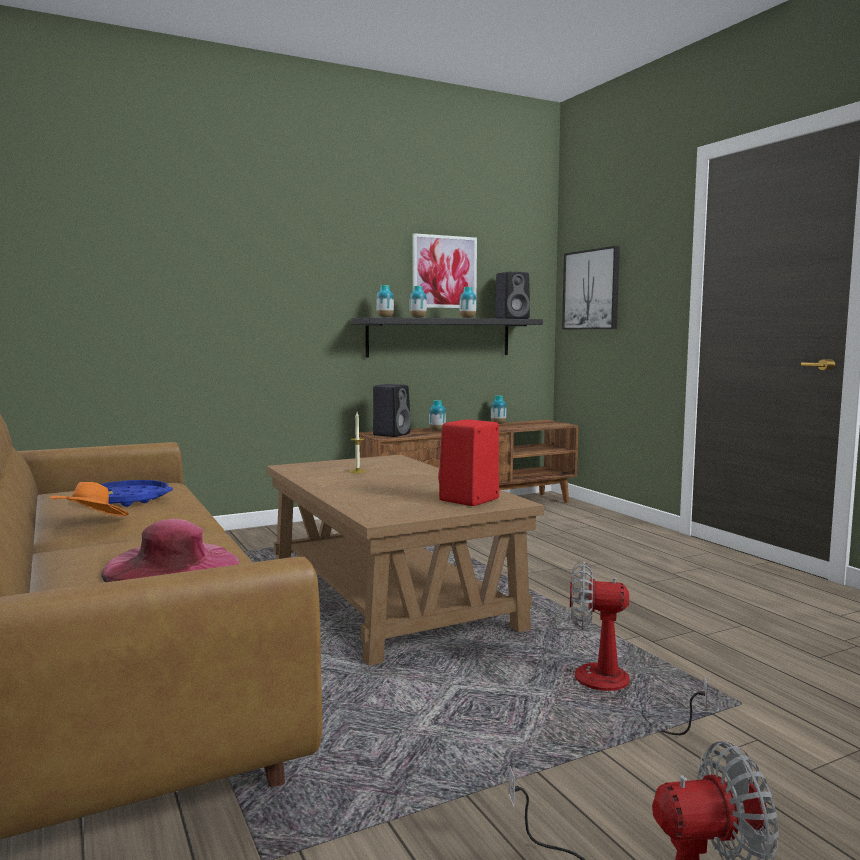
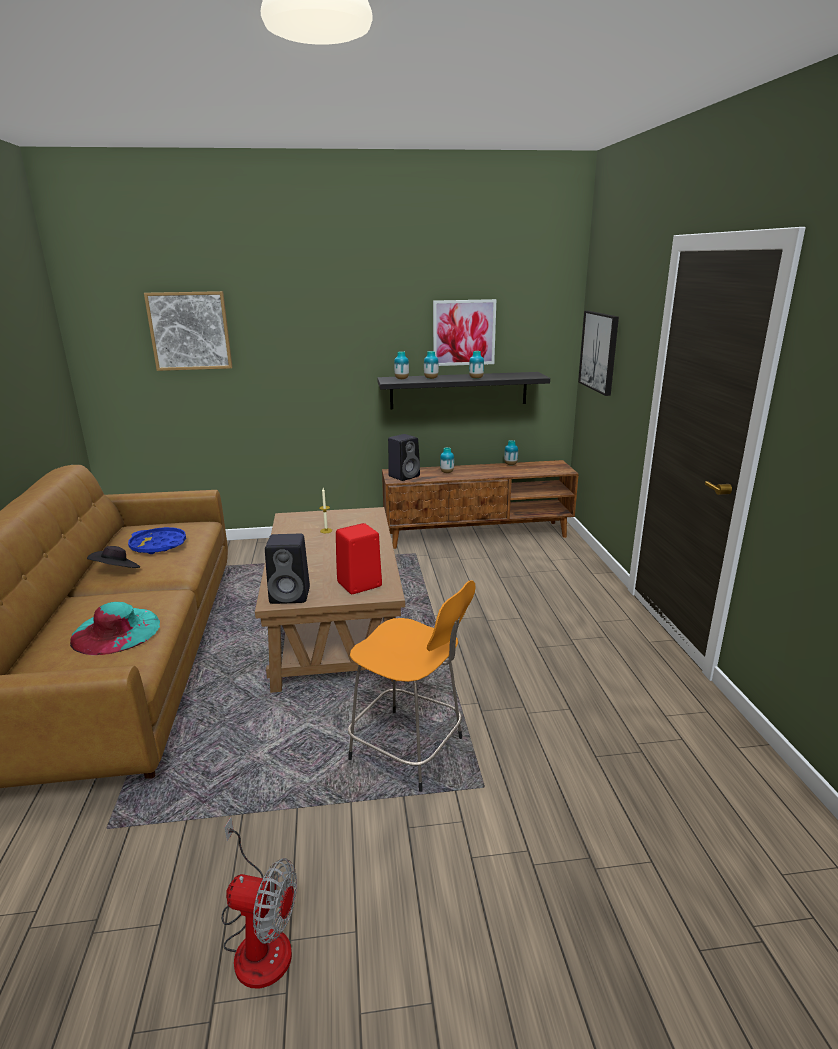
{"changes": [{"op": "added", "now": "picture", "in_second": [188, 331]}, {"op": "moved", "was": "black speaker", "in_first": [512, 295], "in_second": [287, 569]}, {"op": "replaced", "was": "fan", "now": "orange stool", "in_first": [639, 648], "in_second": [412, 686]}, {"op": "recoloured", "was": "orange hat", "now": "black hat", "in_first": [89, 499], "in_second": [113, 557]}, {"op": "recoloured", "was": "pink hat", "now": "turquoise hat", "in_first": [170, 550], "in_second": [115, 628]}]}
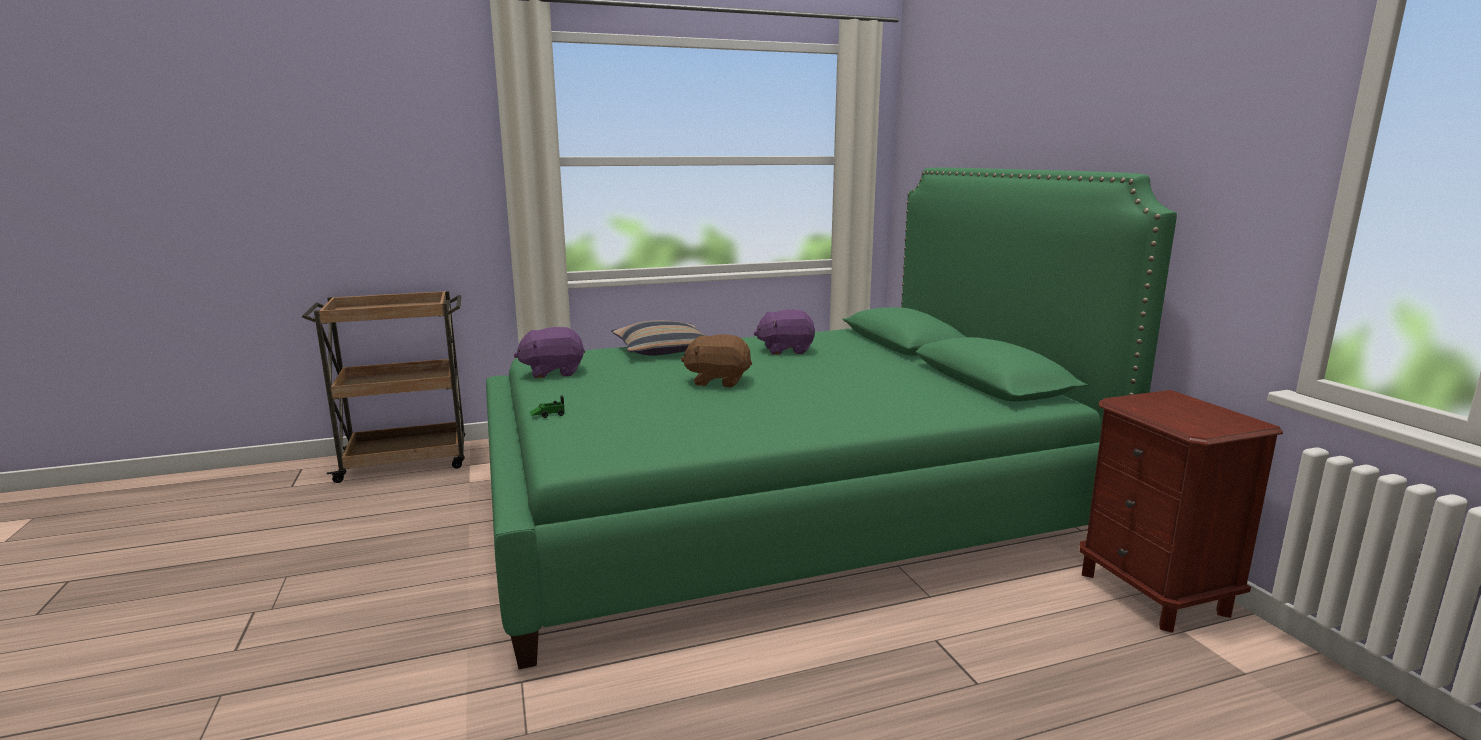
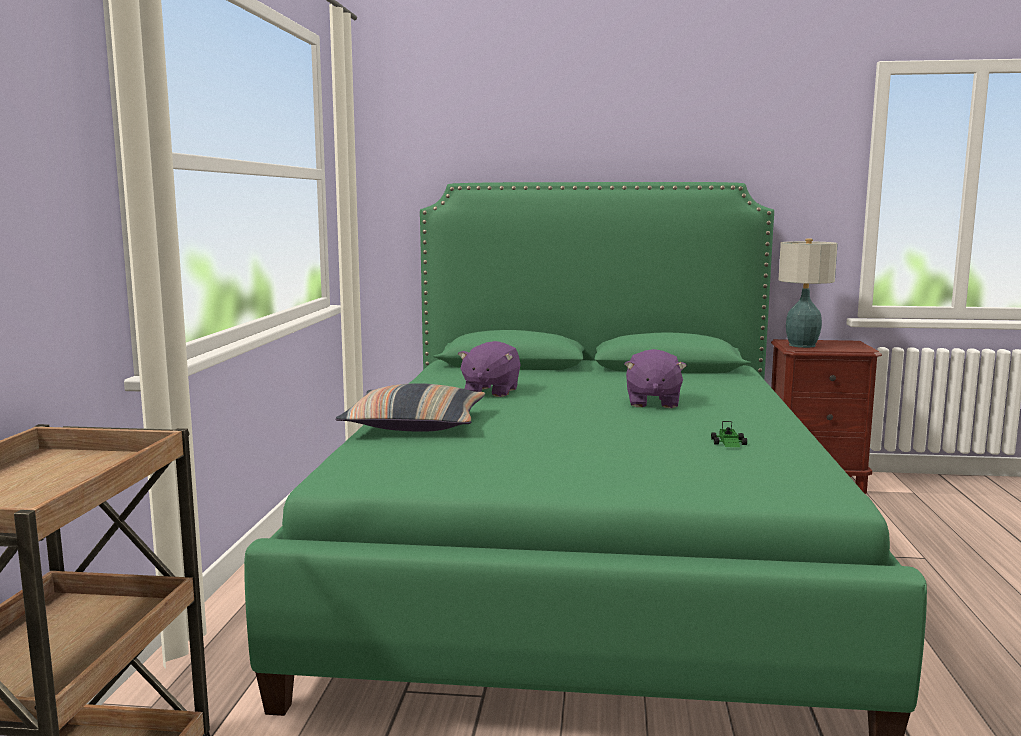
{"changes": [{"op": "removed", "was": "brown plush toy", "in_first": [716, 361]}, {"op": "added", "now": "table lamp", "in_second": [808, 293]}, {"op": "moved", "was": "purple plush toy", "in_first": [549, 353], "in_second": [655, 378]}, {"op": "moved", "was": "toy car", "in_first": [547, 406], "in_second": [729, 434]}]}
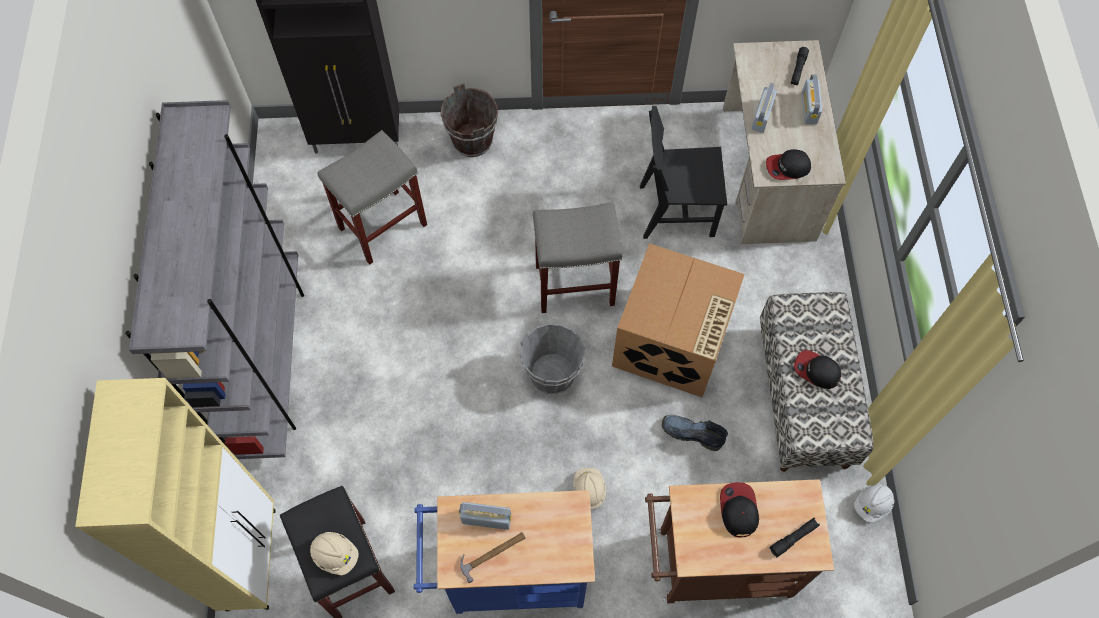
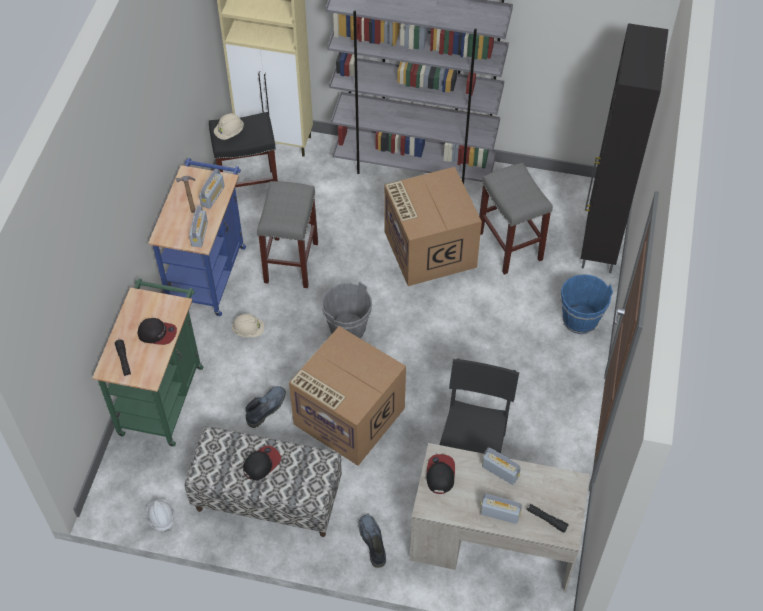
{"changes": [{"op": "added", "now": "radio", "in_second": [198, 226]}, {"op": "added", "now": "boot", "in_second": [372, 541]}, {"op": "added", "now": "cardboard box", "in_second": [433, 226]}, {"op": "moved", "was": "grey stool", "in_first": [577, 258], "in_second": [287, 234]}, {"op": "recoloured", "was": "brown bucket", "now": "blue bucket", "in_first": [469, 120], "in_second": [586, 304]}, {"op": "recoloured", "was": "brown cart", "now": "green cart", "in_first": [739, 541], "in_second": [147, 362]}]}
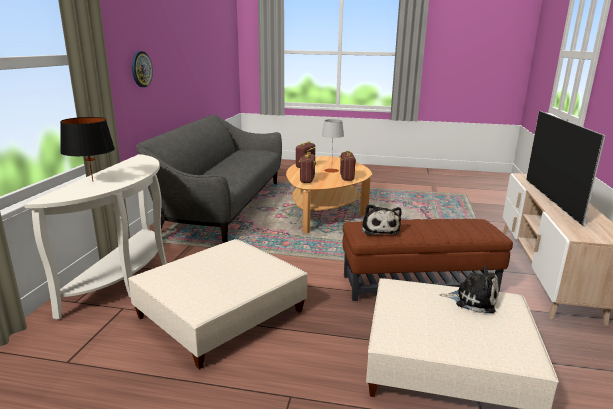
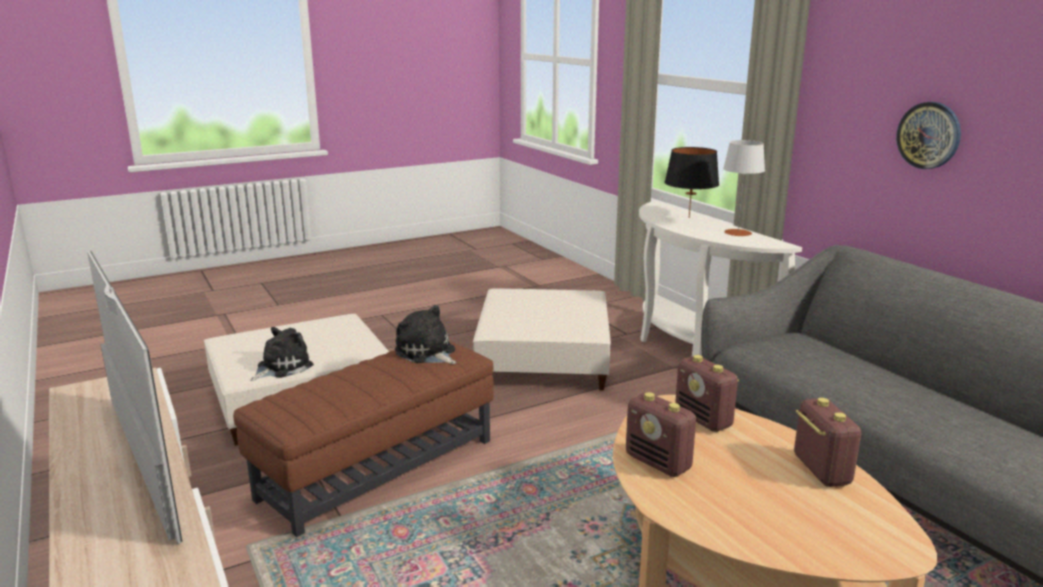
{"changes": [{"op": "moved", "was": "grey table lamp", "in_first": [333, 146], "in_second": [744, 188]}, {"op": "turned", "was": "plush toy", "in_first": [469, 289], "in_second": [282, 354], "clockwise": 150}]}
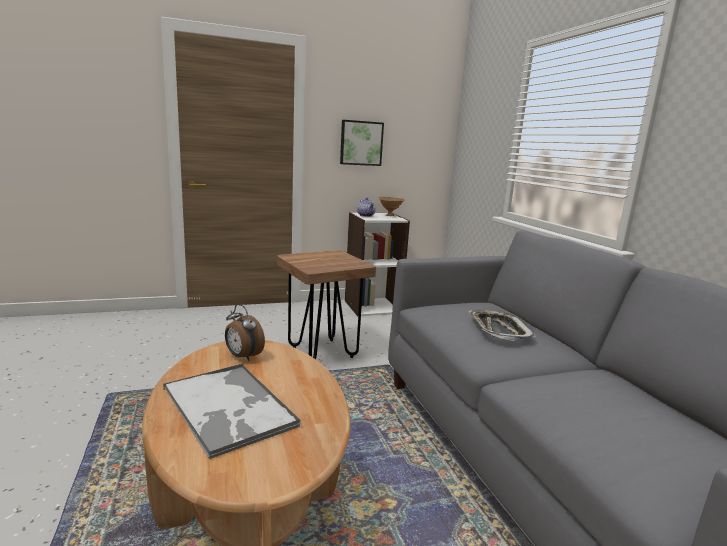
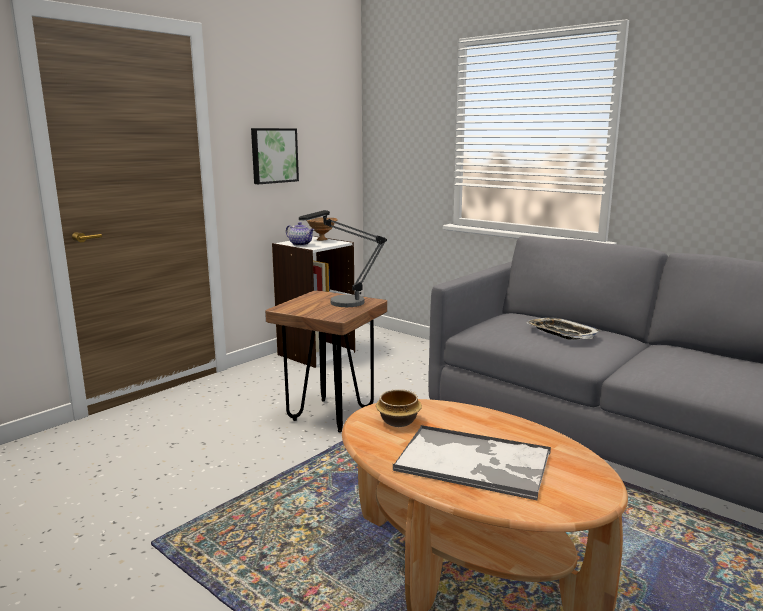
{"changes": [{"op": "added", "now": "table lamp", "in_second": [343, 258]}, {"op": "replaced", "was": "alarm clock", "now": "bowl", "in_first": [245, 332], "in_second": [399, 408]}]}
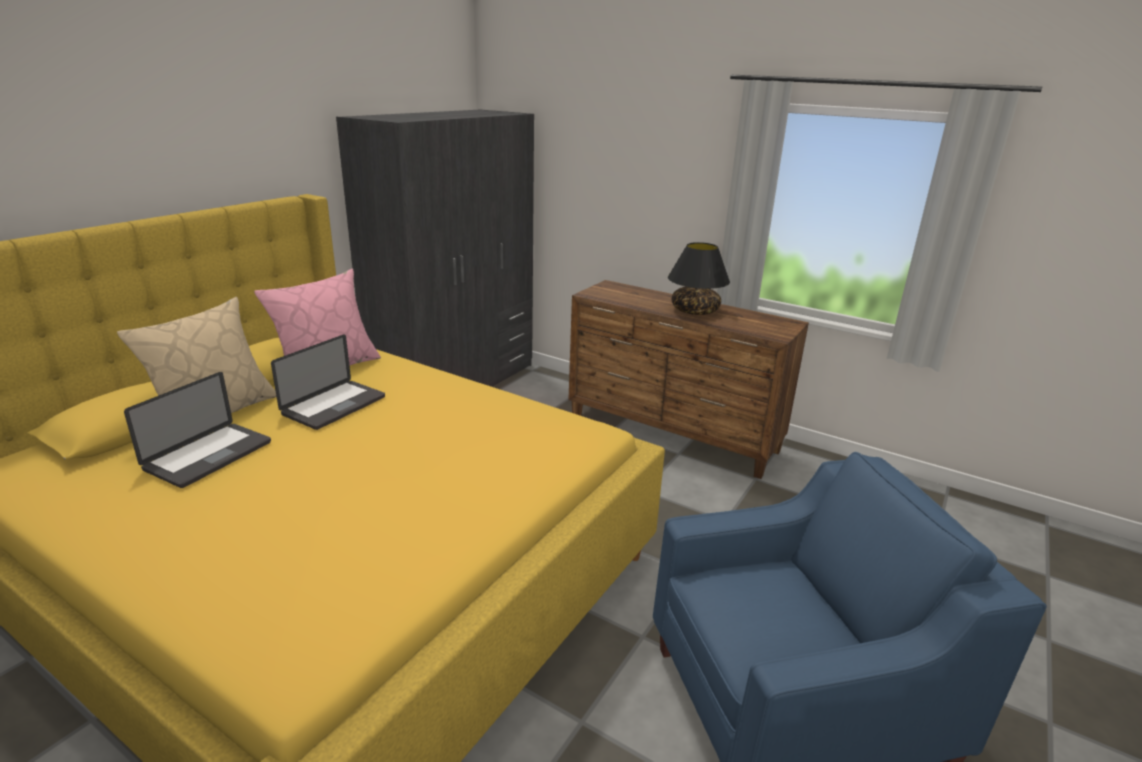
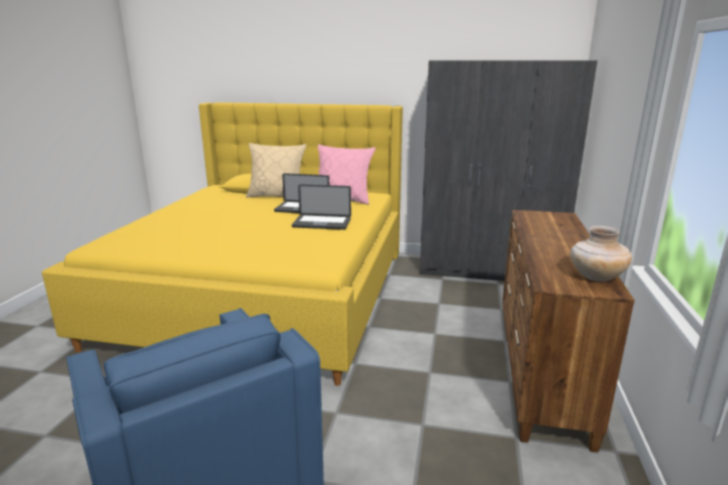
{"changes": [{"op": "removed", "was": "black table lamp", "in_first": [699, 278]}, {"op": "added", "now": "beige vase", "in_second": [601, 253]}, {"op": "moved", "was": "laptop", "in_first": [197, 430], "in_second": [321, 207]}]}
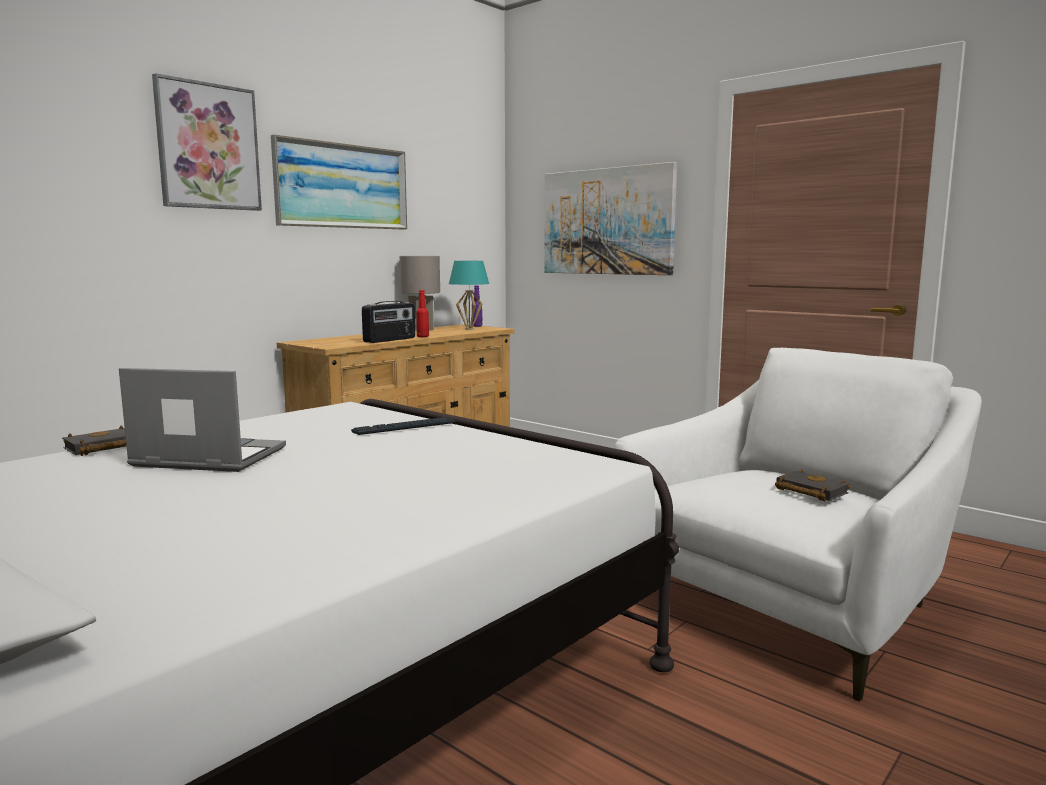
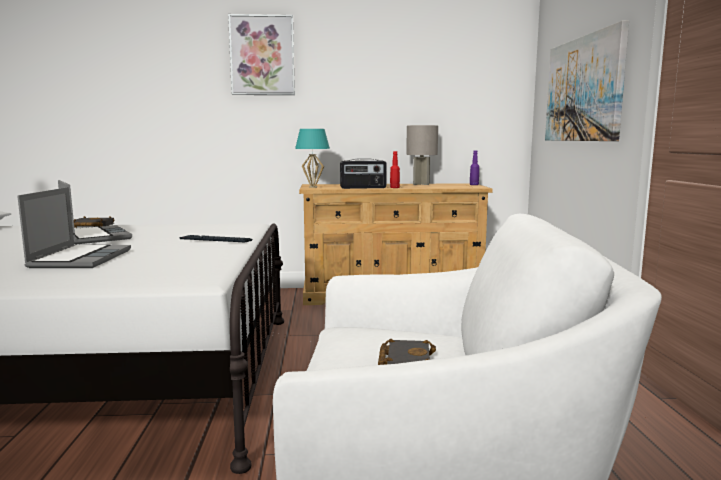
{"changes": [{"op": "removed", "was": "picture", "in_first": [339, 181]}, {"op": "added", "now": "laptop", "in_second": [74, 227]}, {"op": "moved", "was": "turquoise table lamp", "in_first": [469, 295], "in_second": [312, 158]}]}
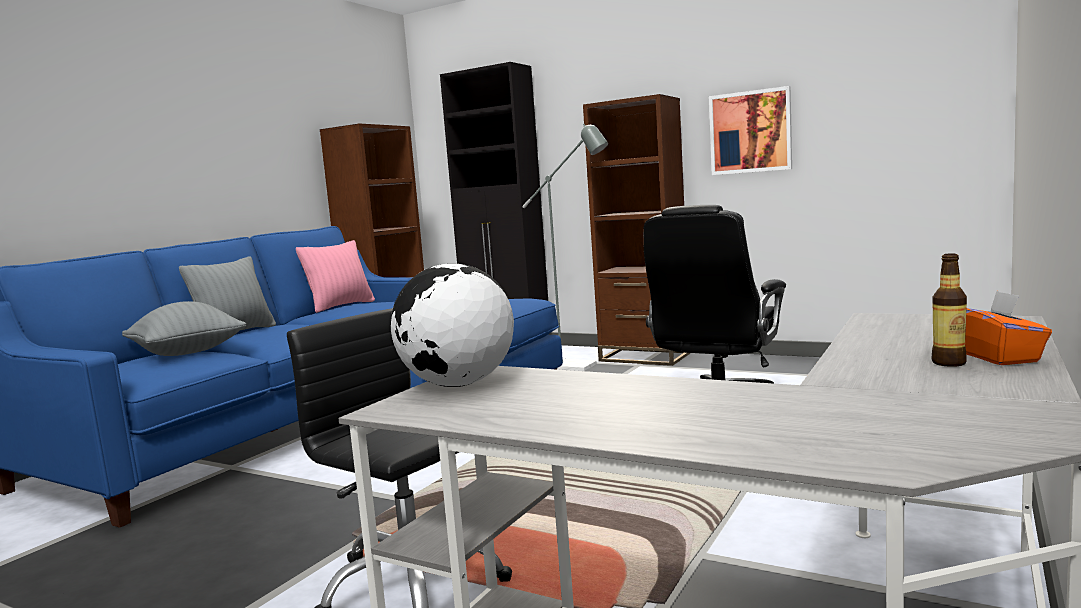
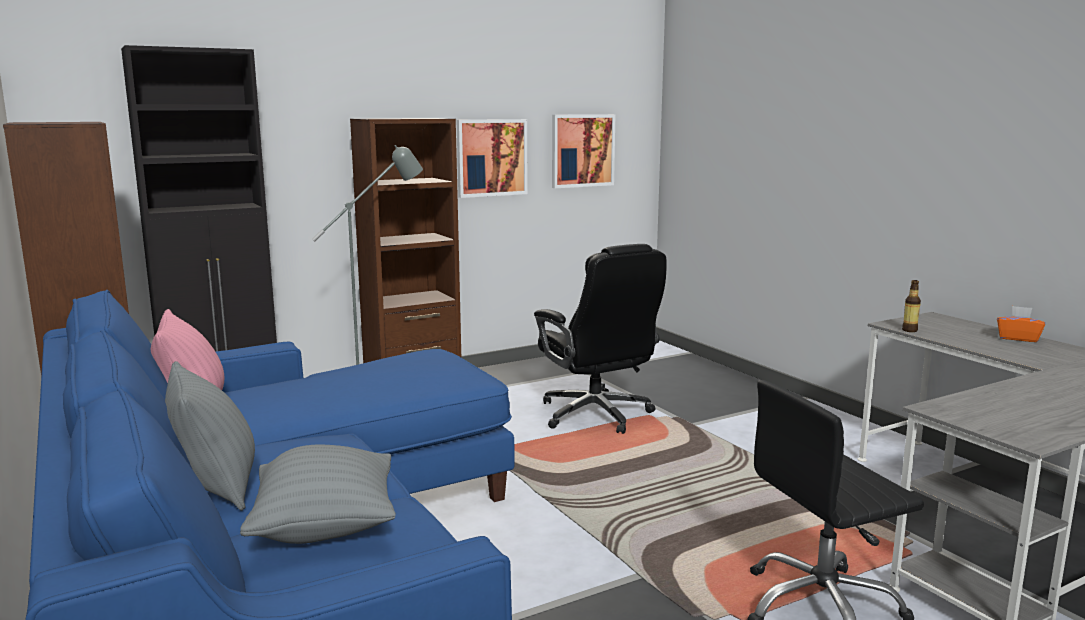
{"changes": [{"op": "removed", "was": "globe", "in_first": [452, 325]}, {"op": "added", "now": "picture", "in_second": [584, 151]}, {"op": "moved", "was": "bottle", "in_first": [949, 310], "in_second": [911, 306]}]}
